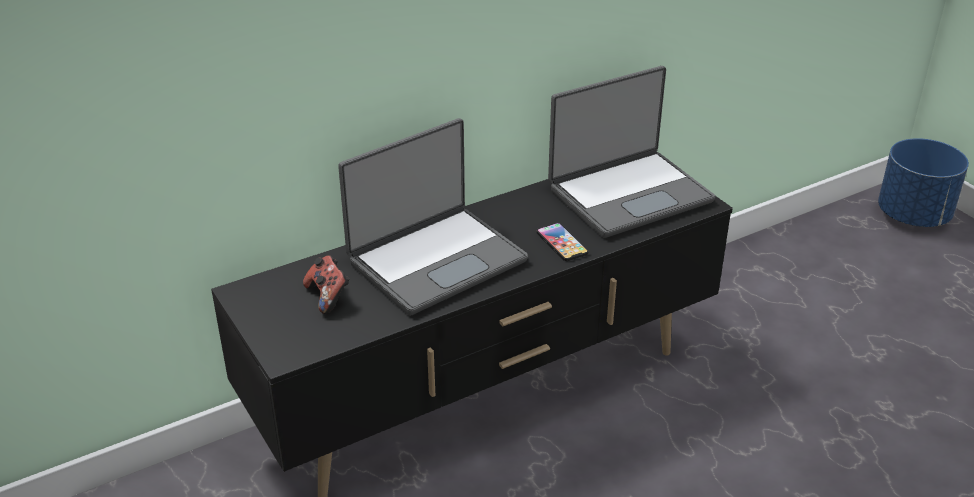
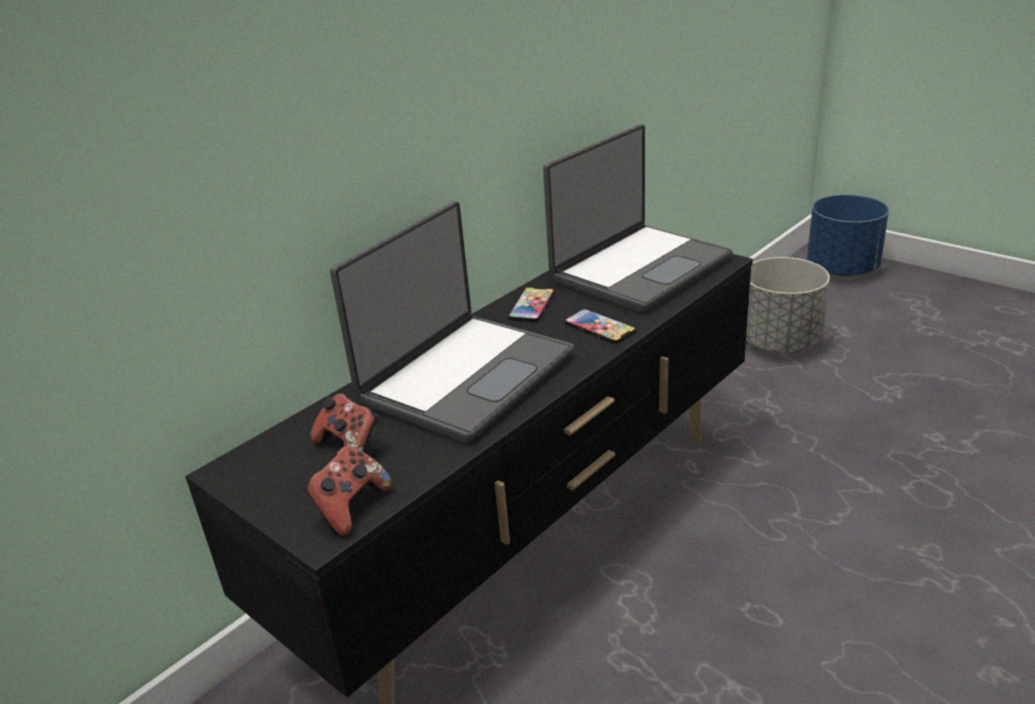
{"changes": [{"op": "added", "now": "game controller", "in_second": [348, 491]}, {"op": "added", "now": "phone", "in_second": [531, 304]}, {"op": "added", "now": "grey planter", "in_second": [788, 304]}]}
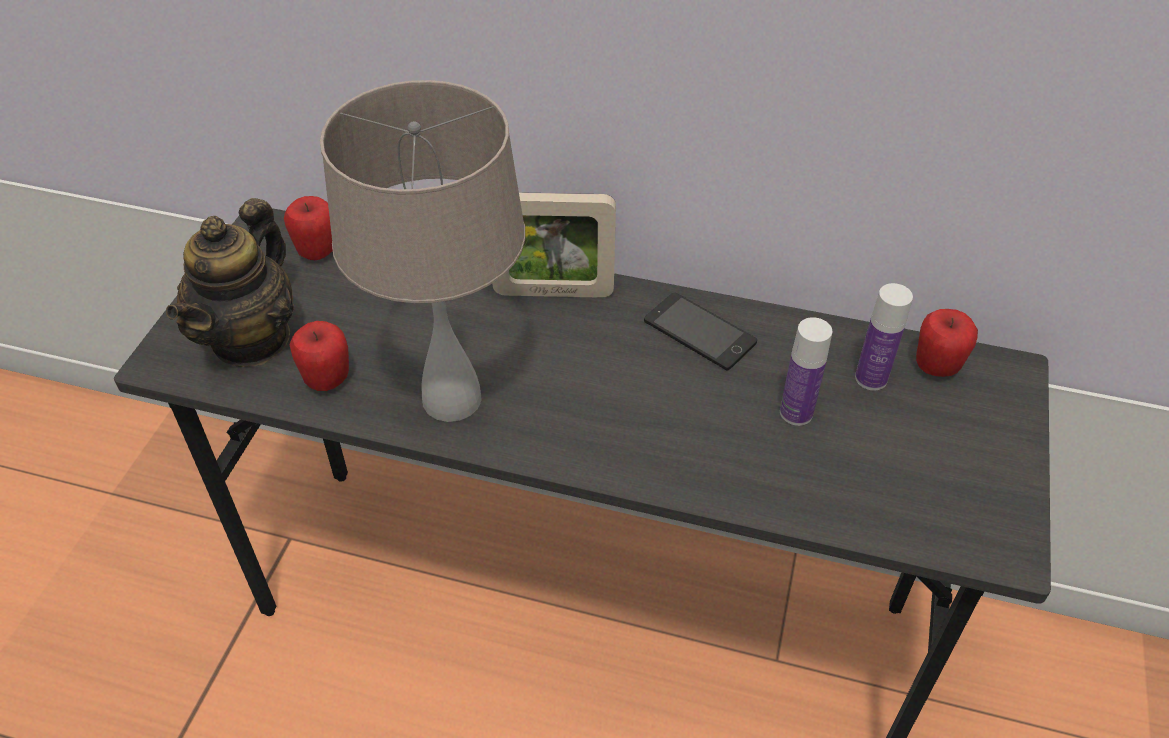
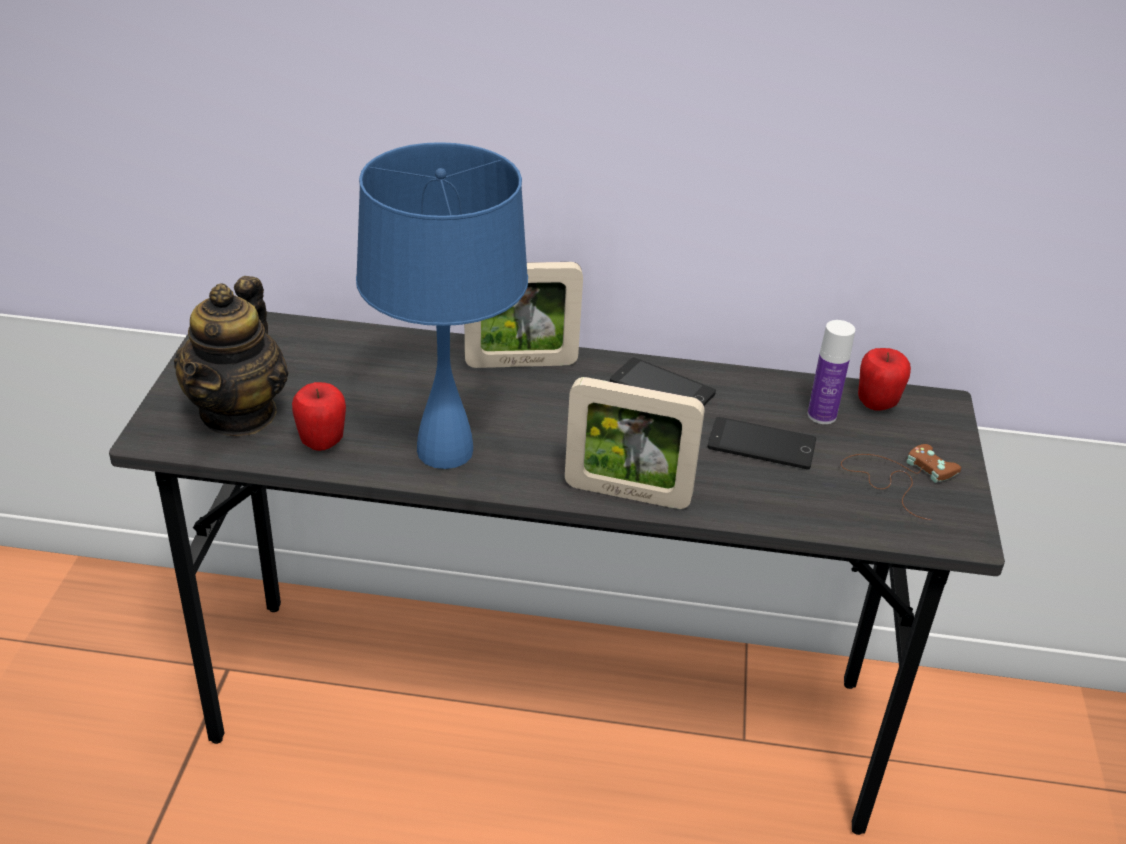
{"changes": [{"op": "removed", "was": "apple", "in_first": [308, 228]}, {"op": "added", "now": "picture frame", "in_second": [635, 443]}, {"op": "added", "now": "brown game controller", "in_second": [901, 482]}, {"op": "replaced", "was": "bottle", "now": "phone", "in_first": [806, 371], "in_second": [762, 443]}, {"op": "recoloured", "was": "beige table lamp", "now": "blue table lamp", "in_first": [422, 251], "in_second": [442, 305]}]}
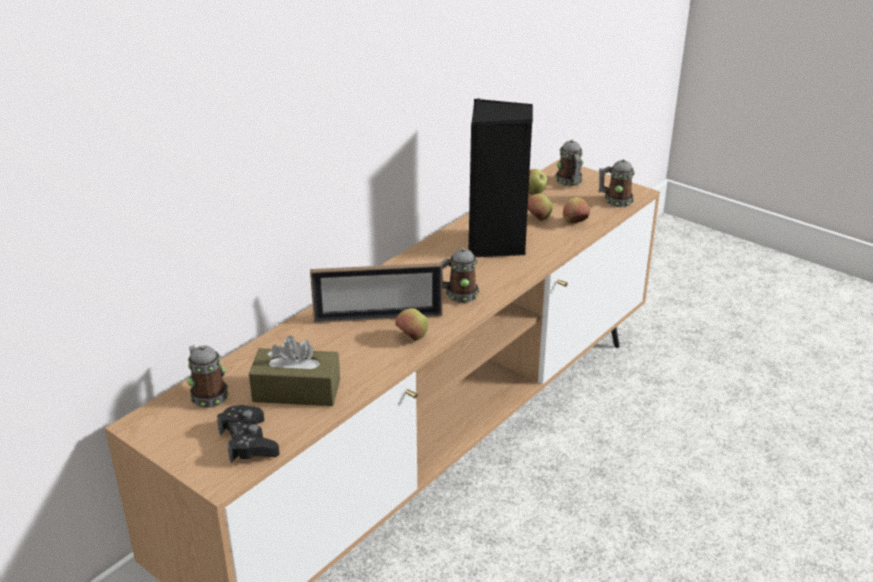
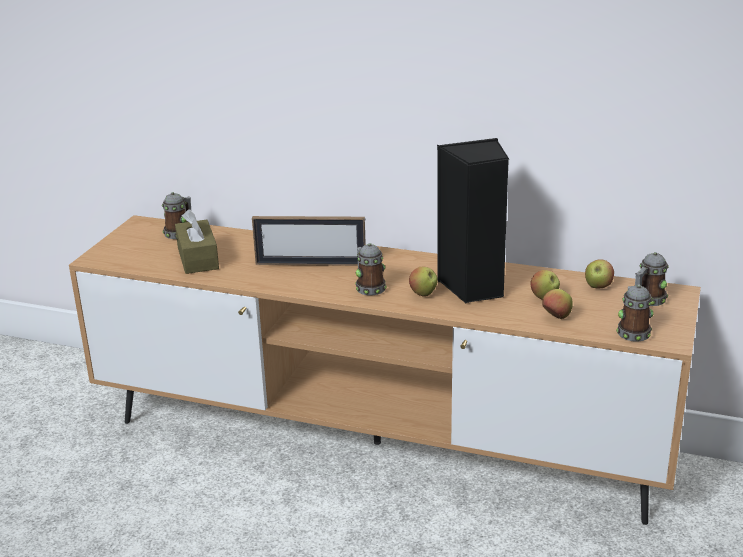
{"changes": [{"op": "removed", "was": "black game controller", "in_first": [248, 434]}, {"op": "moved", "was": "apple", "in_first": [411, 324], "in_second": [423, 282]}, {"op": "turned", "was": "picture frame", "in_first": [376, 293], "in_second": [309, 241], "clockwise": -60}]}
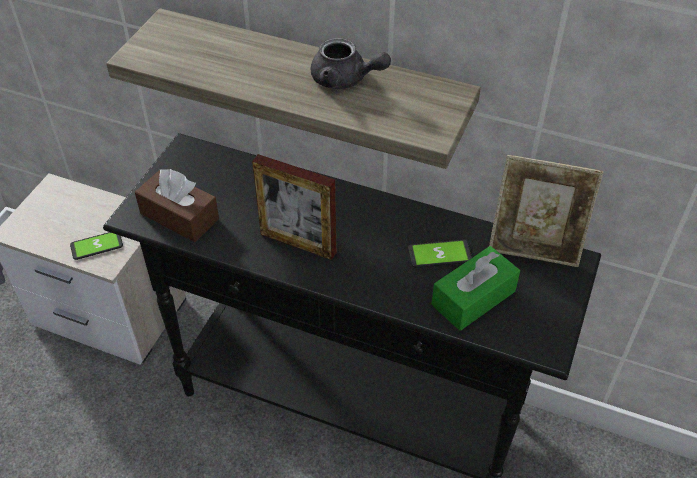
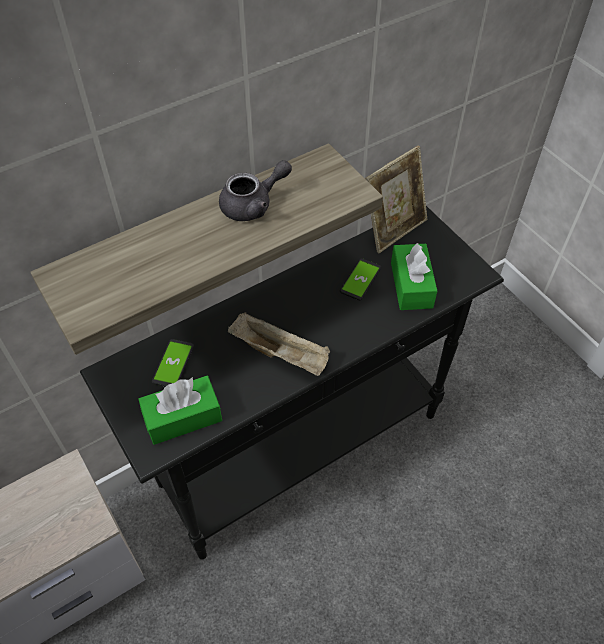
{"changes": [{"op": "moved", "was": "phone", "in_first": [96, 246], "in_second": [173, 363]}, {"op": "replaced", "was": "picture frame", "now": "beige tray", "in_first": [294, 207], "in_second": [279, 344]}, {"op": "recoloured", "was": "brown tissue box", "now": "green tissue box", "in_first": [177, 205], "in_second": [180, 410]}]}
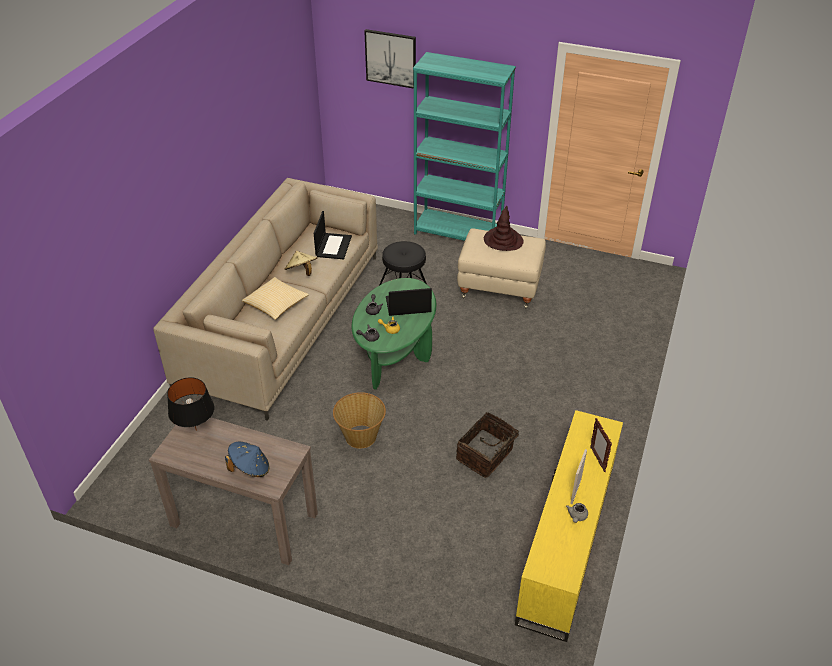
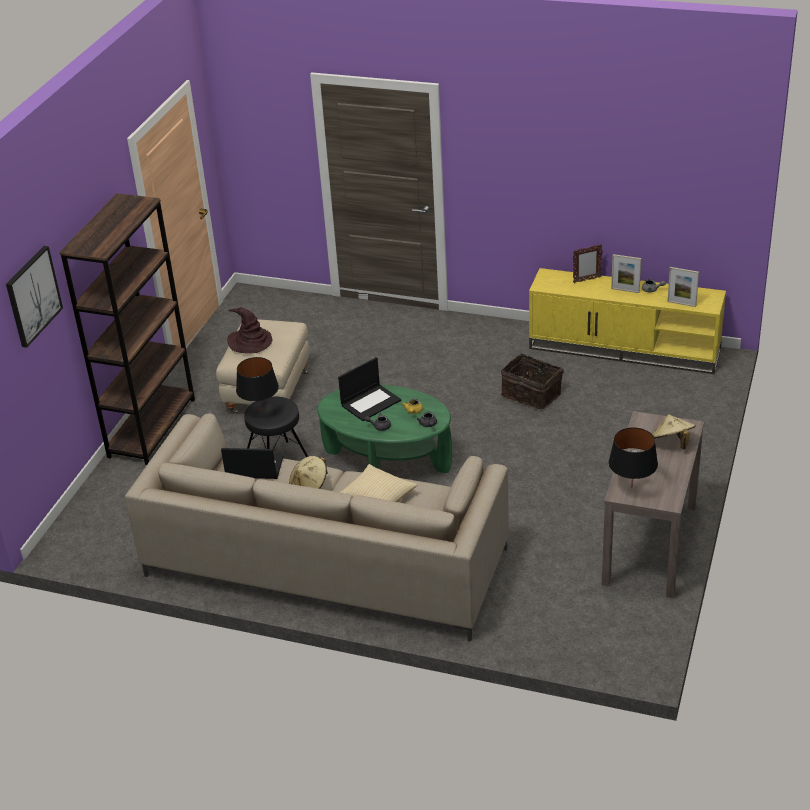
{"changes": [{"op": "removed", "was": "basket", "in_first": [359, 420]}, {"op": "added", "now": "black table lamp", "in_second": [257, 384]}, {"op": "added", "now": "picture frame", "in_second": [683, 287]}, {"op": "recoloured", "was": "blue hat", "now": "beige hat", "in_first": [247, 459], "in_second": [674, 431]}, {"op": "recoloured", "was": "turquoise bookcase", "now": "brown bookcase", "in_first": [464, 146], "in_second": [127, 329]}, {"op": "turned", "was": "laptop", "in_first": [409, 302], "in_second": [369, 389], "clockwise": -120}]}
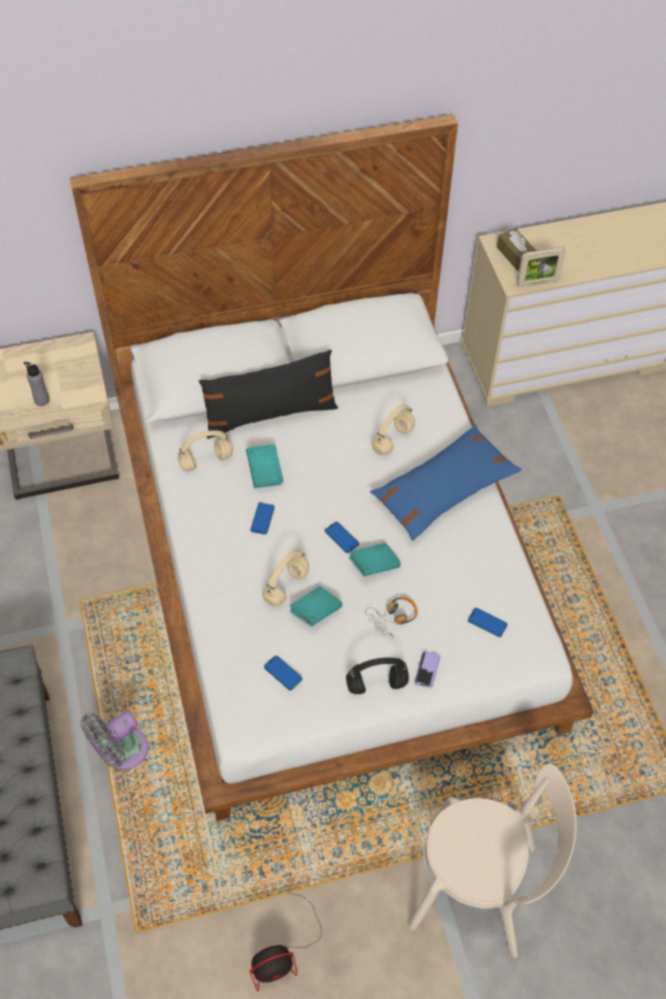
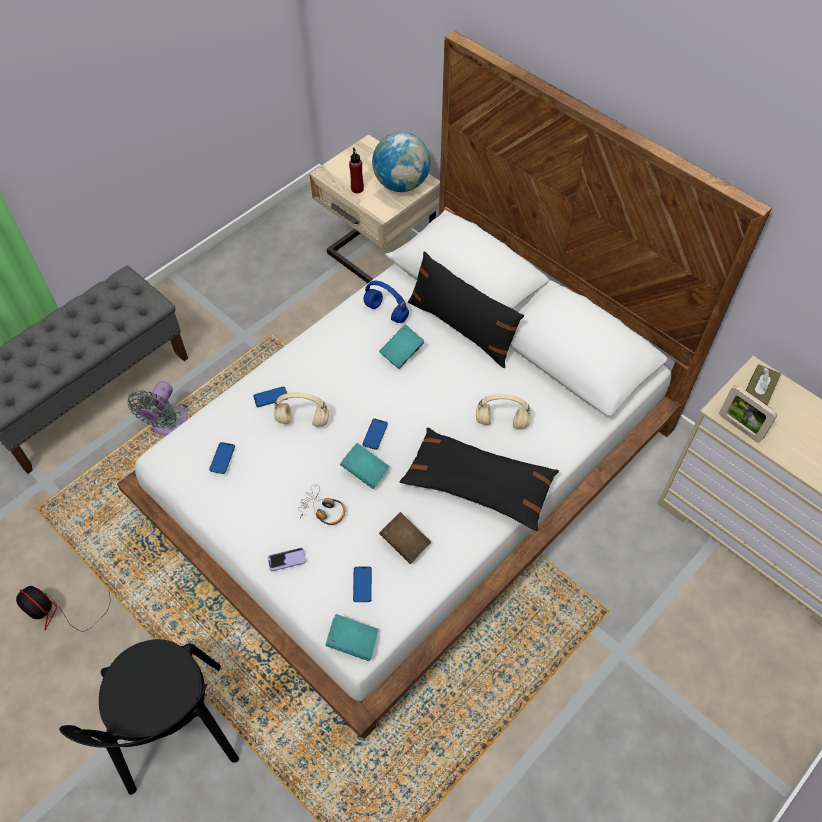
{"changes": [{"op": "removed", "was": "black headphones", "in_first": [377, 675]}, {"op": "added", "now": "globe", "in_second": [401, 162]}, {"op": "added", "now": "brown book", "in_second": [405, 538]}, {"op": "moved", "was": "phone", "in_first": [262, 519], "in_second": [270, 396]}, {"op": "moved", "was": "turquoise book", "in_first": [316, 606], "in_second": [352, 637]}, {"op": "recoloured", "was": "grey bottle", "now": "red bottle", "in_first": [36, 384], "in_second": [356, 171]}, {"op": "recoloured", "was": "beige headphones", "now": "blue headphones", "in_first": [205, 450], "in_second": [386, 302]}, {"op": "recoloured", "was": "blue pillow", "now": "black pillow", "in_first": [446, 483], "in_second": [479, 479]}, {"op": "recoloured", "was": "beige chair", "now": "black chair", "in_first": [492, 860], "in_second": [149, 717]}, {"op": "turned", "was": "grey fan", "in_first": [114, 740], "in_second": [157, 408], "clockwise": -90}]}
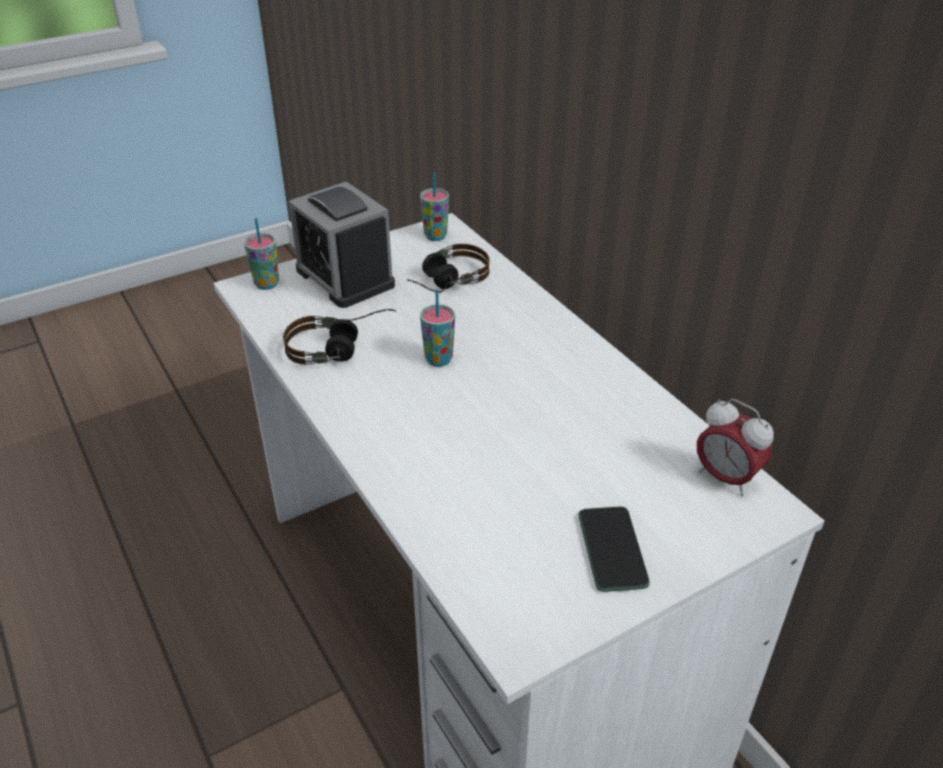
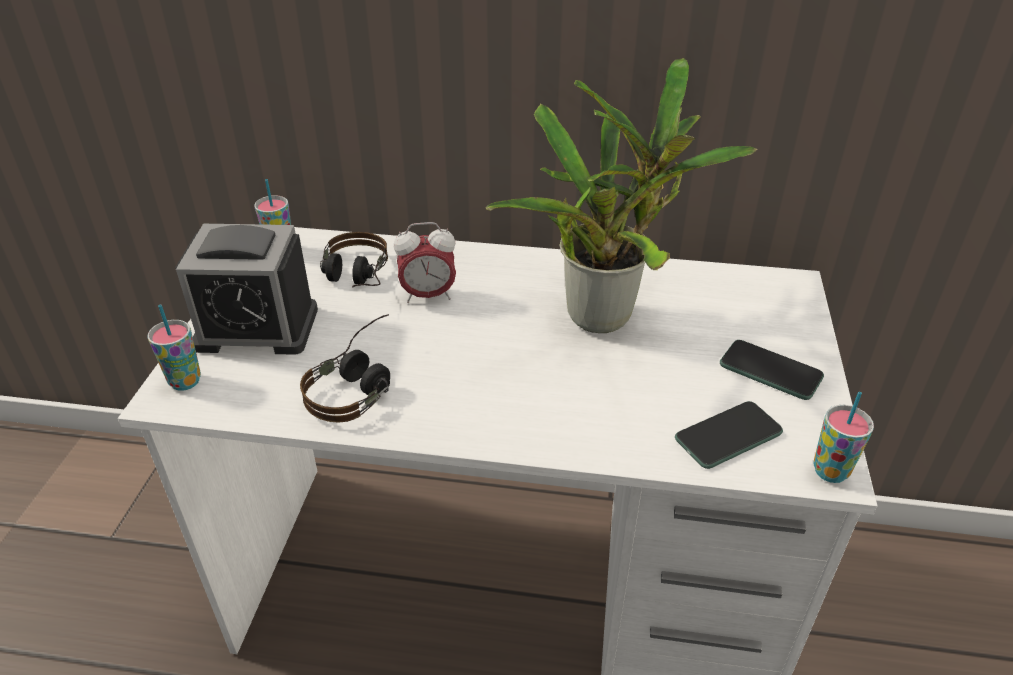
{"changes": [{"op": "added", "now": "potted plant", "in_second": [621, 195]}, {"op": "added", "now": "phone", "in_second": [729, 435]}, {"op": "moved", "was": "cup", "in_first": [437, 328], "in_second": [843, 437]}, {"op": "moved", "was": "alarm clock", "in_first": [735, 447], "in_second": [425, 262]}]}
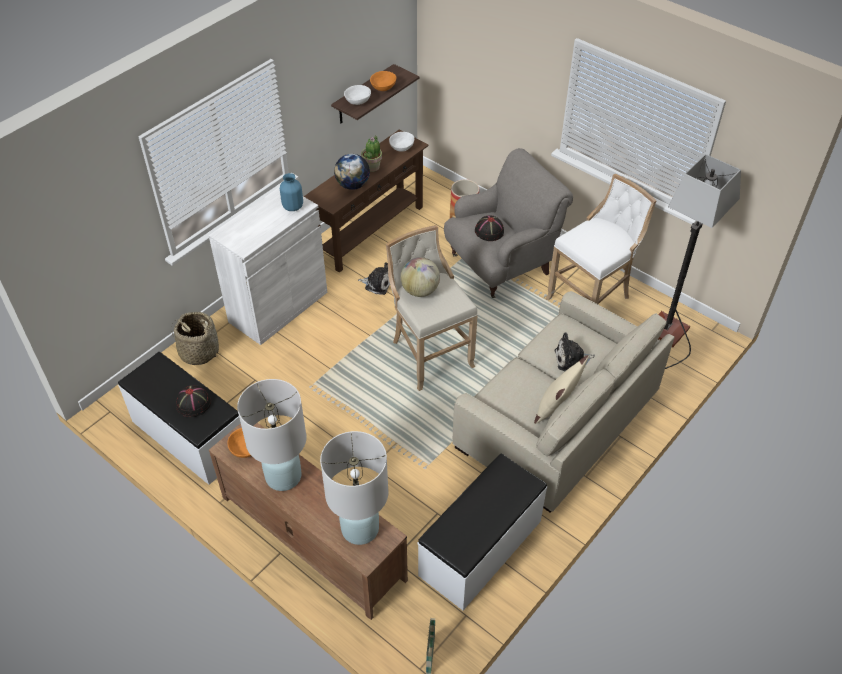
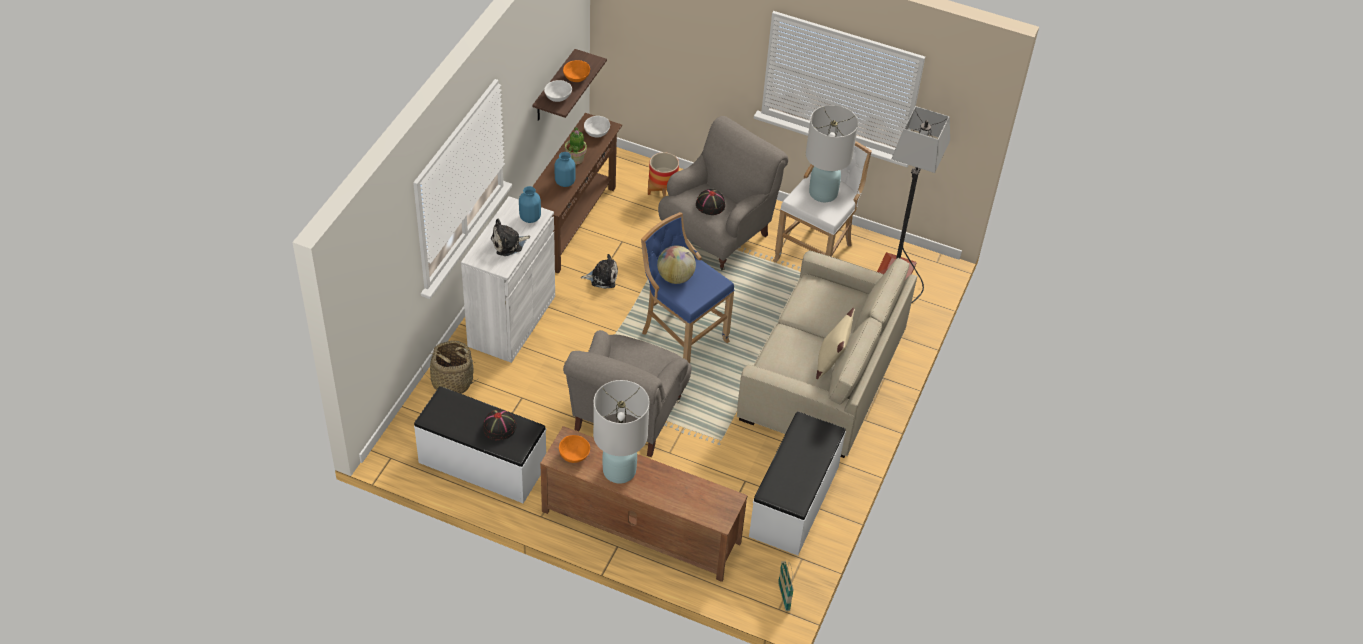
{"changes": [{"op": "added", "now": "grey armchair", "in_second": [627, 393]}, {"op": "moved", "was": "white table lamp", "in_first": [354, 488], "in_second": [832, 153]}, {"op": "moved", "was": "plush toy", "in_first": [574, 352], "in_second": [510, 237]}, {"op": "replaced", "was": "globe", "now": "blue vase", "in_first": [352, 172], "in_second": [565, 169]}, {"op": "recoloured", "was": "beige stool", "now": "blue stool", "in_first": [432, 308], "in_second": [687, 287]}]}
